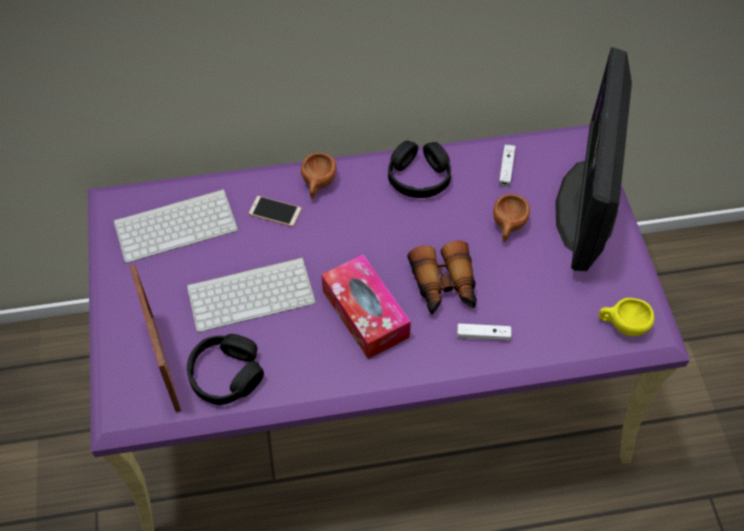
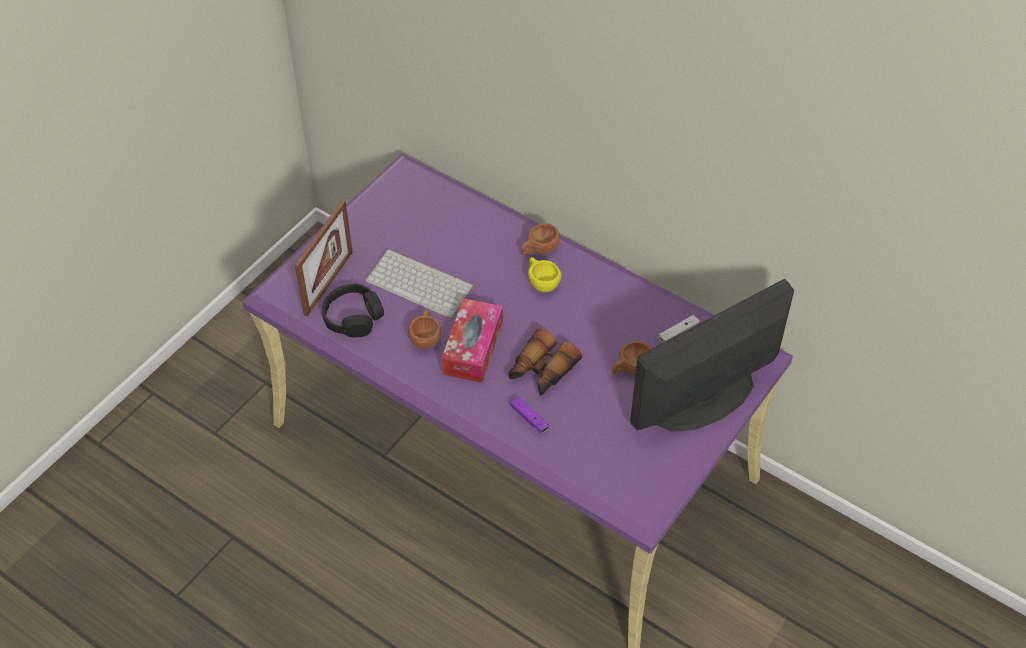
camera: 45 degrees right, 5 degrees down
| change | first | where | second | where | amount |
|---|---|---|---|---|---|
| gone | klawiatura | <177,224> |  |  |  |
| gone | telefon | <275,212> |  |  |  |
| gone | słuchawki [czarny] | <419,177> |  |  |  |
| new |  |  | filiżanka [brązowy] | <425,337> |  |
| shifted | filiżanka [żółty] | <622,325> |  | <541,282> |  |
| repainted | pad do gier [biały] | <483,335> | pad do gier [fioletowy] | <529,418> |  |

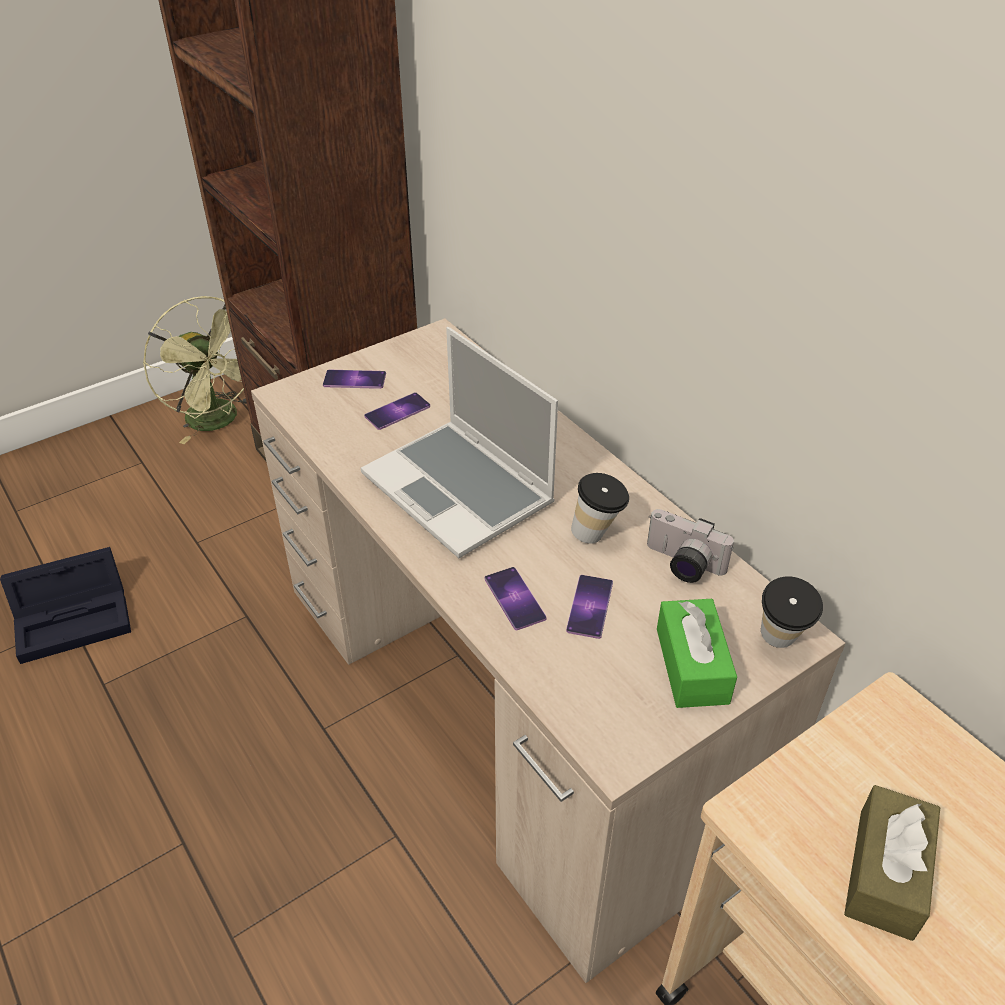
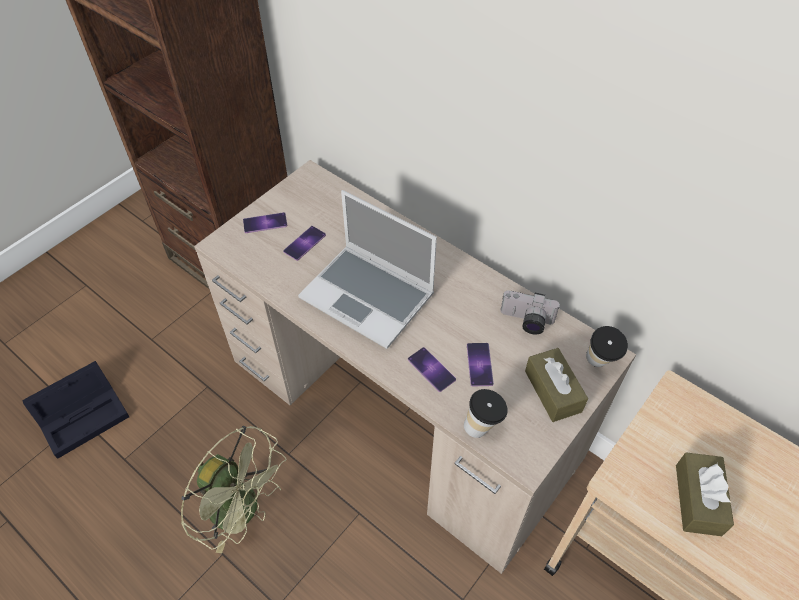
camera: 15 degrees left, 10 degrees up
| change | first | where | second | where | amount |
|---|---|---|---|---|---|
| shifted | wentylator [zielony] | <220,421> |  | <244,510> |  |
| shifted | filiżanka | <597,535> |  | <482,427> |  |
| repainted | pudełko chusteczek [zielony] | <692,665> | pudełko chusteczek [brązowy] | <553,391> |  |

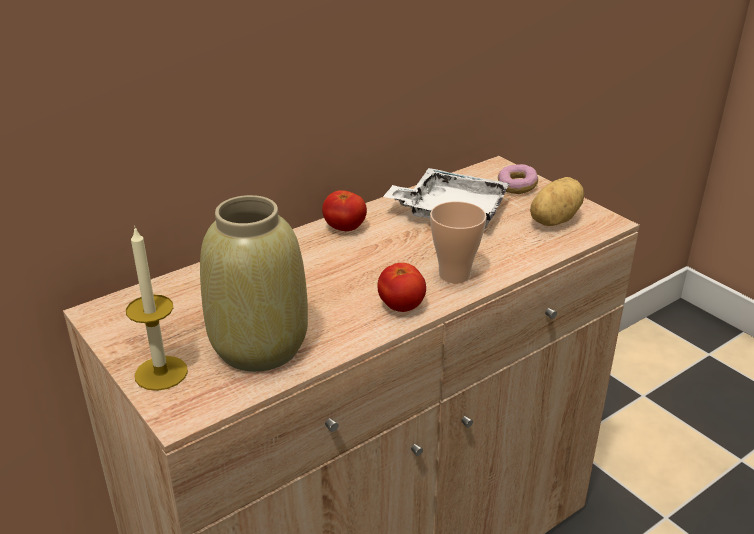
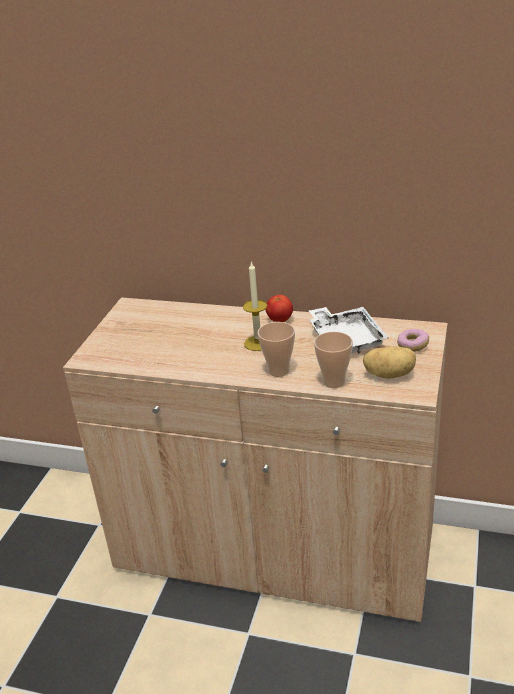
camera: 55 degrees right, 0 degrees up
| change | first | where | second | where | amount |
|---|---|---|---|---|---|
| gone | wazon [beżowy] | <258,347> |  |  |  |
| gone | pomidor | <401,306> |  |  |  |
| new |  |  | filiżanka | <334,382> |  |
| shifted | świeca | <161,373> |  | <258,343> |  |

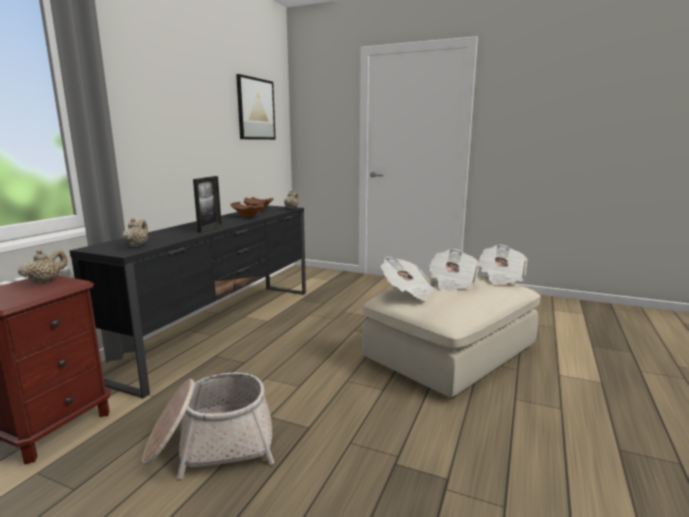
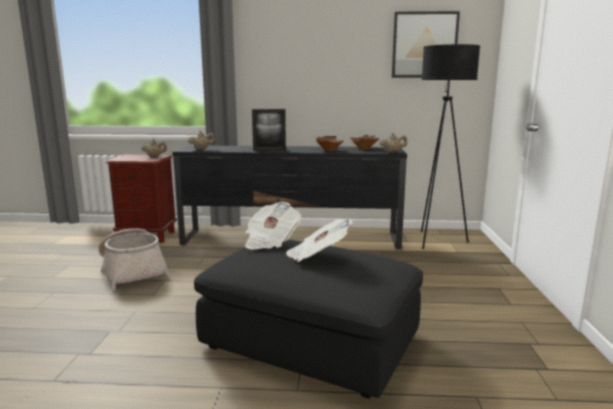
camera: 70 degrees right, 0 degrees up
| change | first | where | second | where | amount |
|---|---|---|---|---|---|
| gone | gazeta | <501,277> |  |  |  |
| new |  |  | lampa stojąca [czarny] | <436,241> |  |
| repainted | pufa [beżowy] | <450,353> | pufa [czarny] | <312,340> |  |

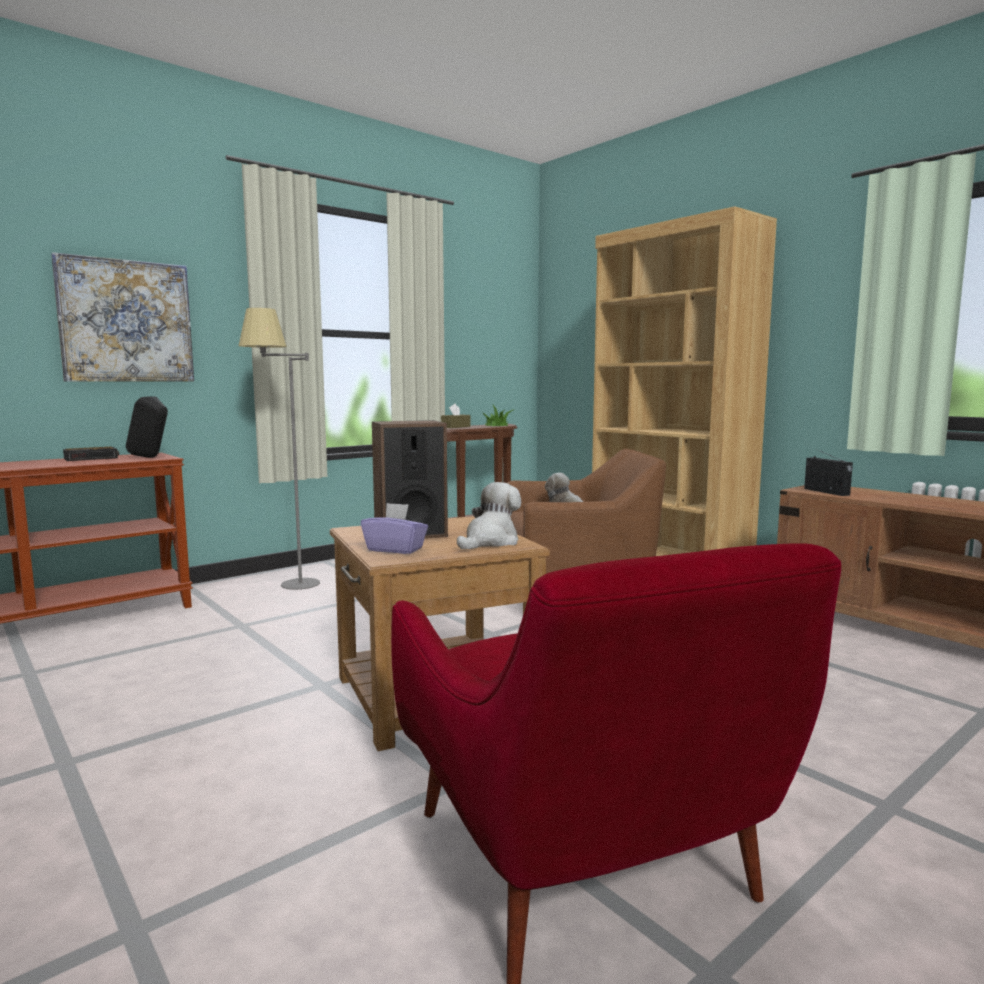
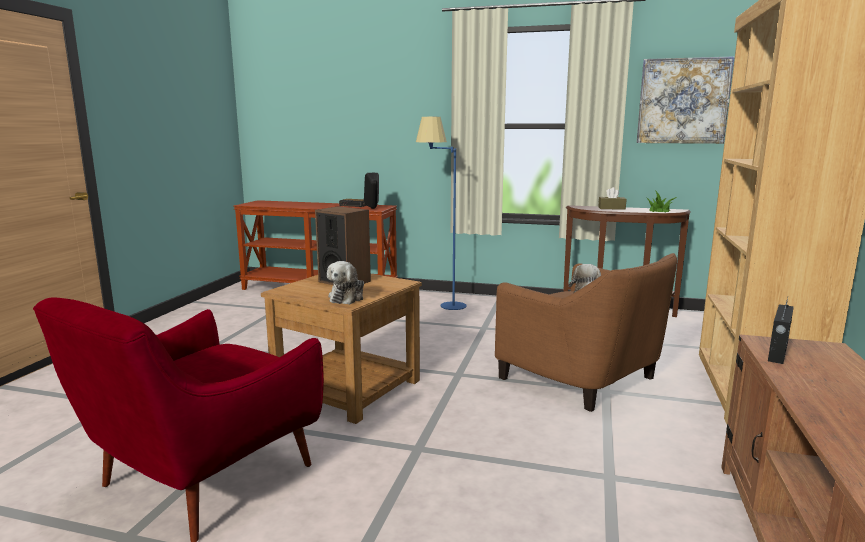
camera: 55 degrees right, 5 degrees up
| change | first | where | second | where | amount |
|---|---|---|---|---|---|
| gone | pudełko chusteczek [fioletowy] | <395,549> |  |  |  |
| shifted | obraz | <126,321> |  | <683,101> |  |
| repainted | lampa stojąca [szary] | <288,588> | lampa stojąca [niebieski] | <441,306> |  |
| rotated | pluszak | <490,542> |  | <347,297> | 105 degrees clockwise |

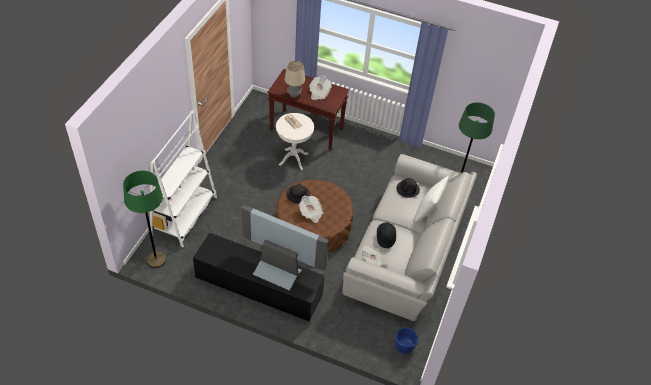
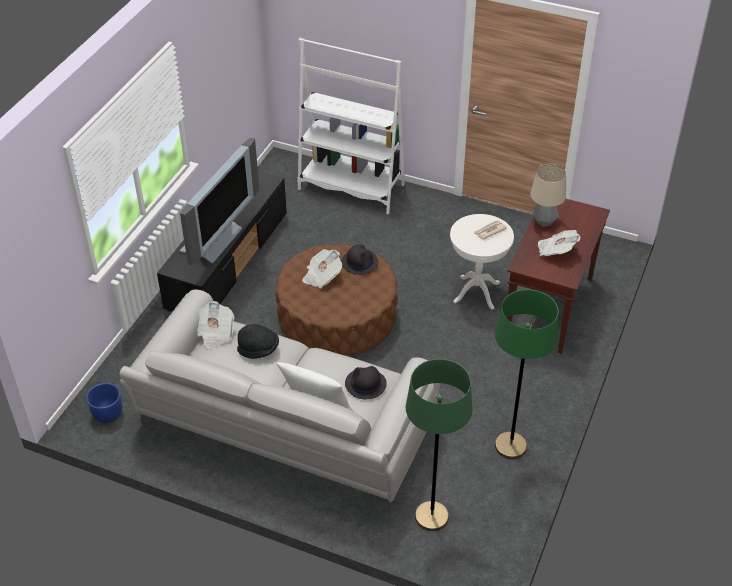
camera: 95 degrees right, 5 degrees down
| change | first | where | second | where | amount |
|---|---|---|---|---|---|
| shifted | lampa stojąca [zielony] | <156,260> |  | <510,446> |  |

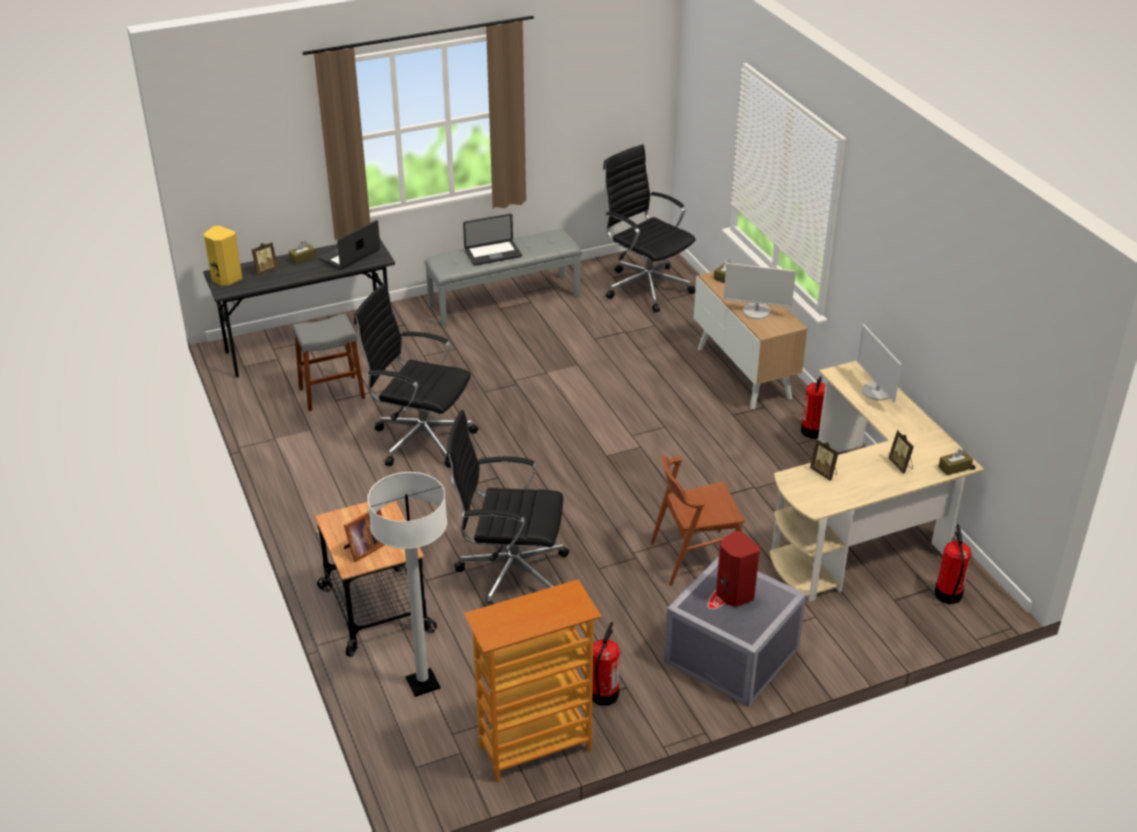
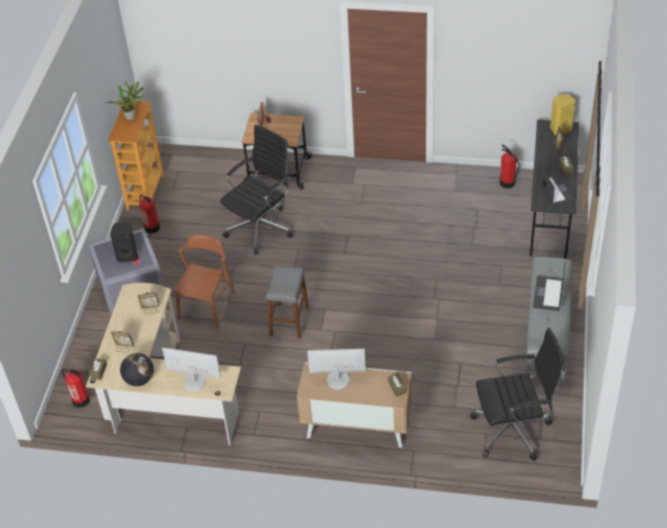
camera: 125 degrees right, 10 degrees up
| change | first | where | second | where | amount |
|---|---|---|---|---|---|
| gone | krzesło biurowe [czarny] | <420,439> |  |  |  |
| gone | lampa stojąca [biały] | <423,683> |  |  |  |
| new |  |  | roślina doniczkowa | <132,117> |  |
| new |  |  | globus | <139,379> |  |
| shifted | stołek [szary] | <331,393> |  | <289,321> |  |
| shifted | gaśnica | <812,431> |  | <507,183> |  |
| repainted | głośnik [czerwony] | <733,595> | głośnik [czarny] | <128,255> |  |
| rotated | monitor | <756,311> |  | <338,380> | 45 degrees clockwise |

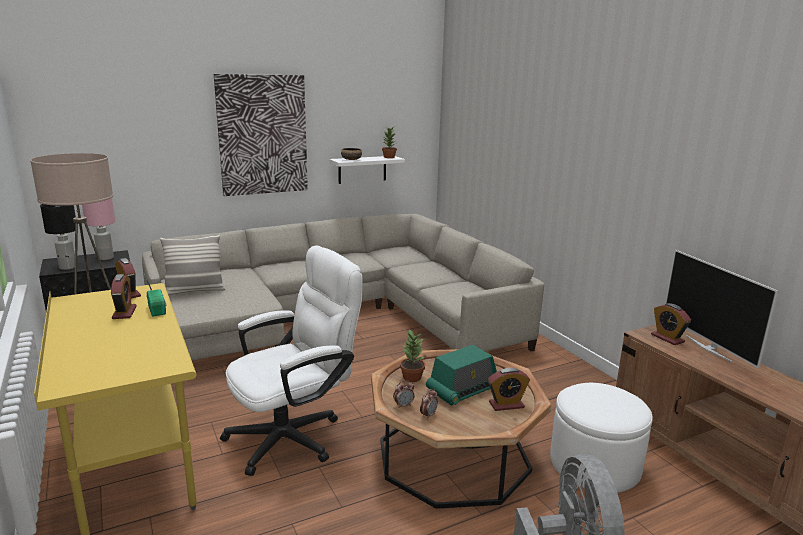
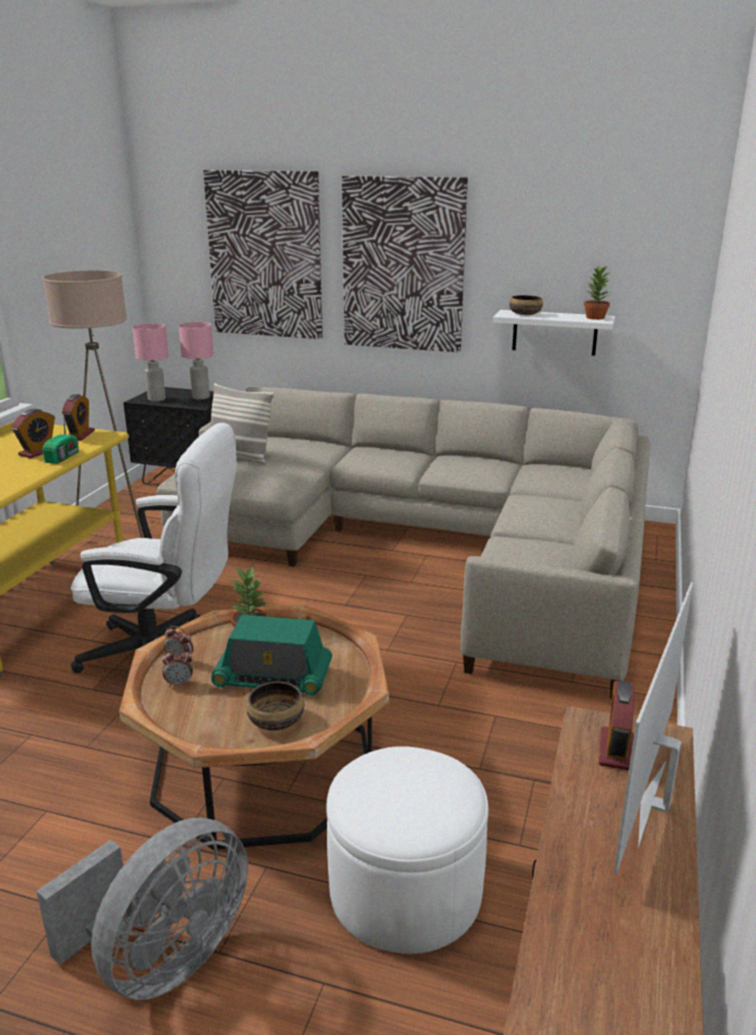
camera: 45 degrees right, 5 degrees up
| change | first | where | second | where | amount |
|---|---|---|---|---|---|
| new |  |  | obraz | <265,255> |  |
| swapped | budzik | <506,405> | miska | <277,720> |  |
| repainted | lampa stołowa [czarny] | <68,267> | lampa stołowa [różowy] | <157,399> |  |

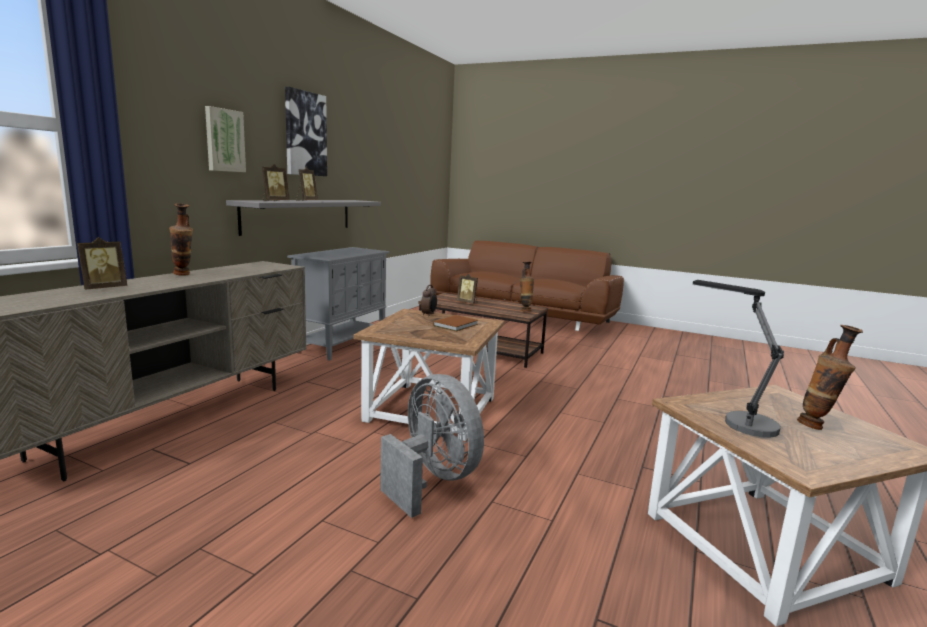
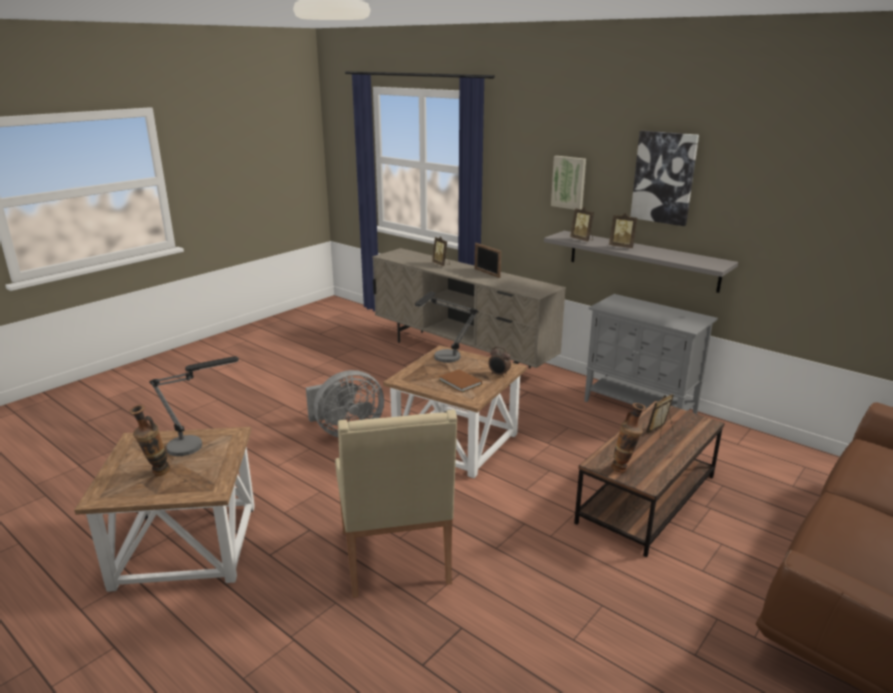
camera: 105 degrees right, 10 degrees up
| change | first | where | second | where | amount |
|---|---|---|---|---|---|
| new |  |  | fotel [beżowy] | <397,559> |  |
| new |  |  | lampa stołowa | <442,360> |  |
| swapped | wazon | <184,275> | ramka na zdjęcie | <487,273> |  |

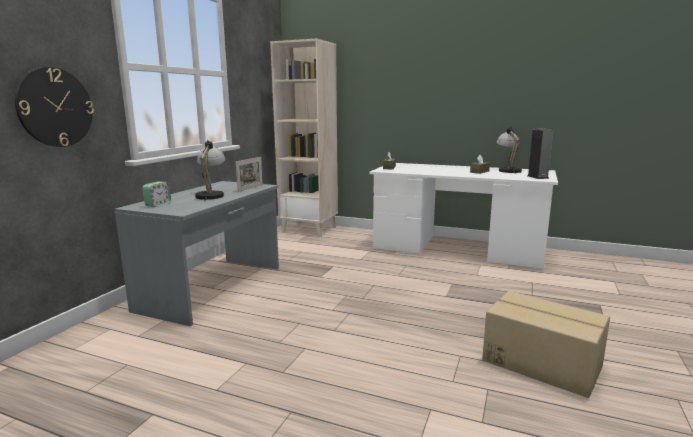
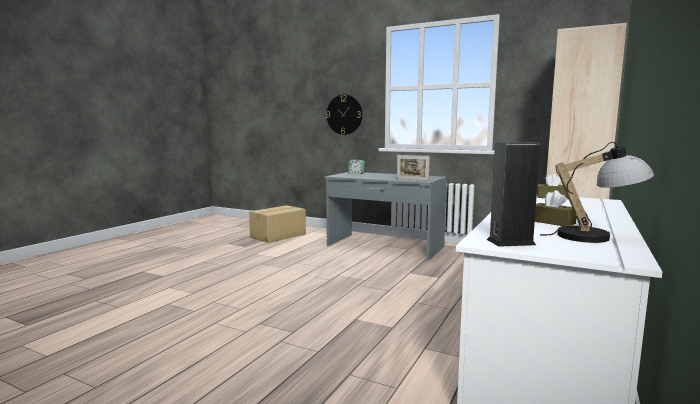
camera: 95 degrees right, 5 degrees down
| change | first | where | second | where | amount |
|---|---|---|---|---|---|
| gone | lampa stołowa | <211,195> |  |  |  |
| shifted | karton | <541,362> |  | <279,236> |  |

